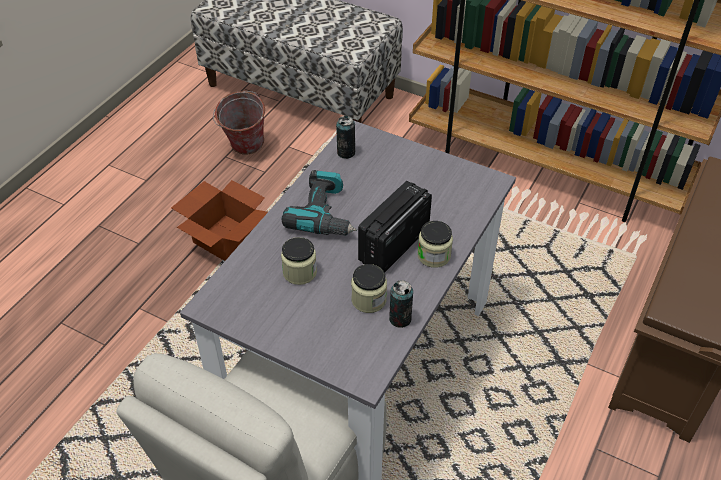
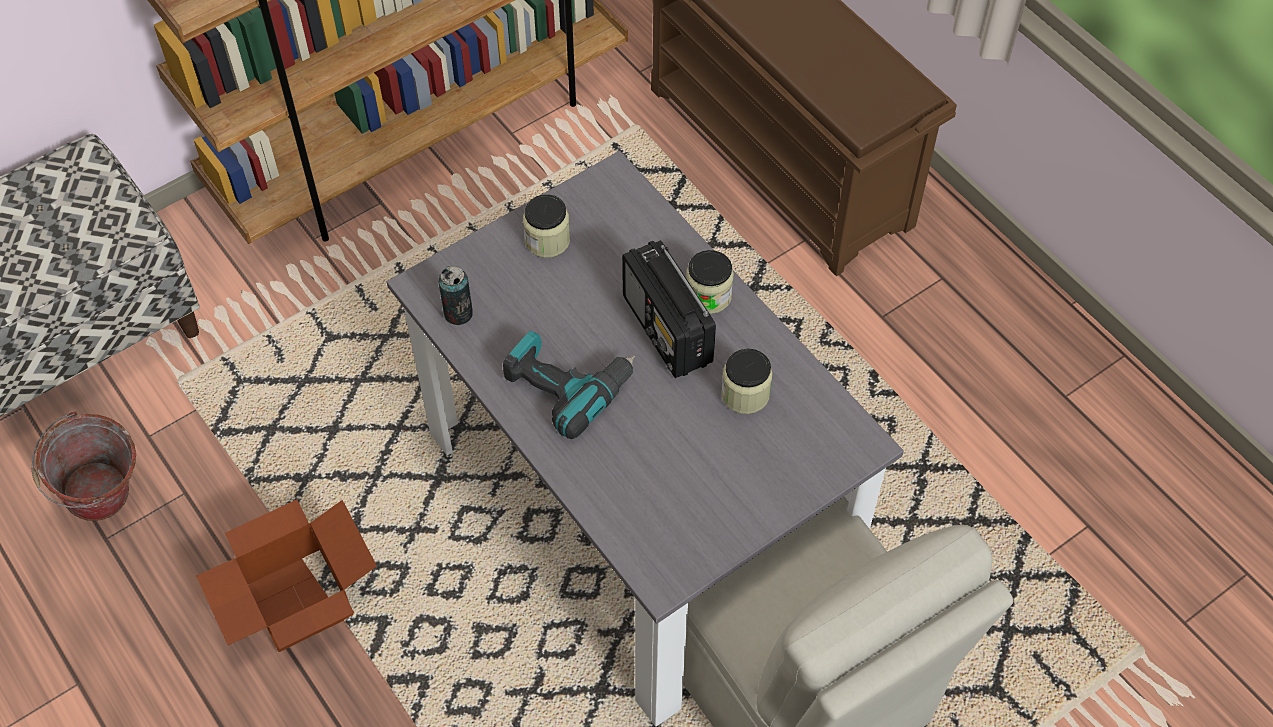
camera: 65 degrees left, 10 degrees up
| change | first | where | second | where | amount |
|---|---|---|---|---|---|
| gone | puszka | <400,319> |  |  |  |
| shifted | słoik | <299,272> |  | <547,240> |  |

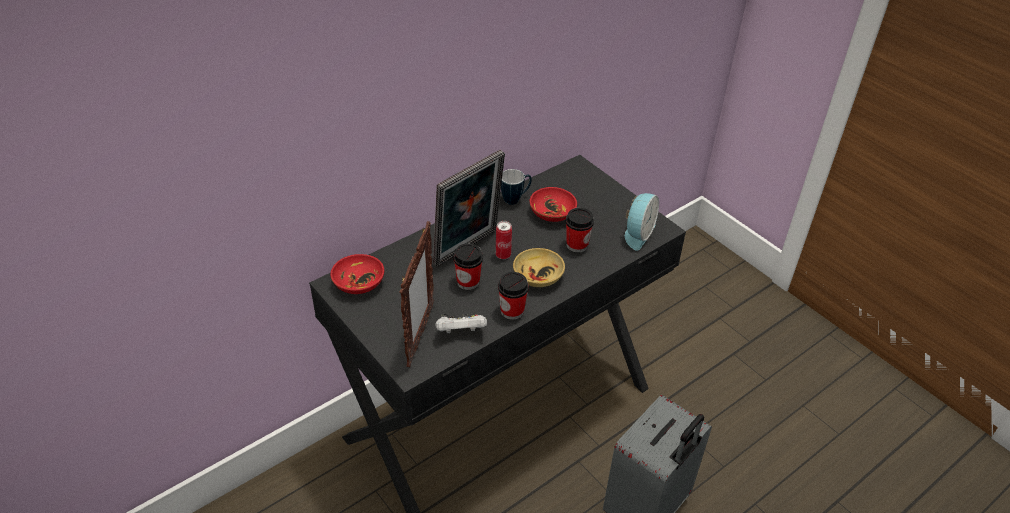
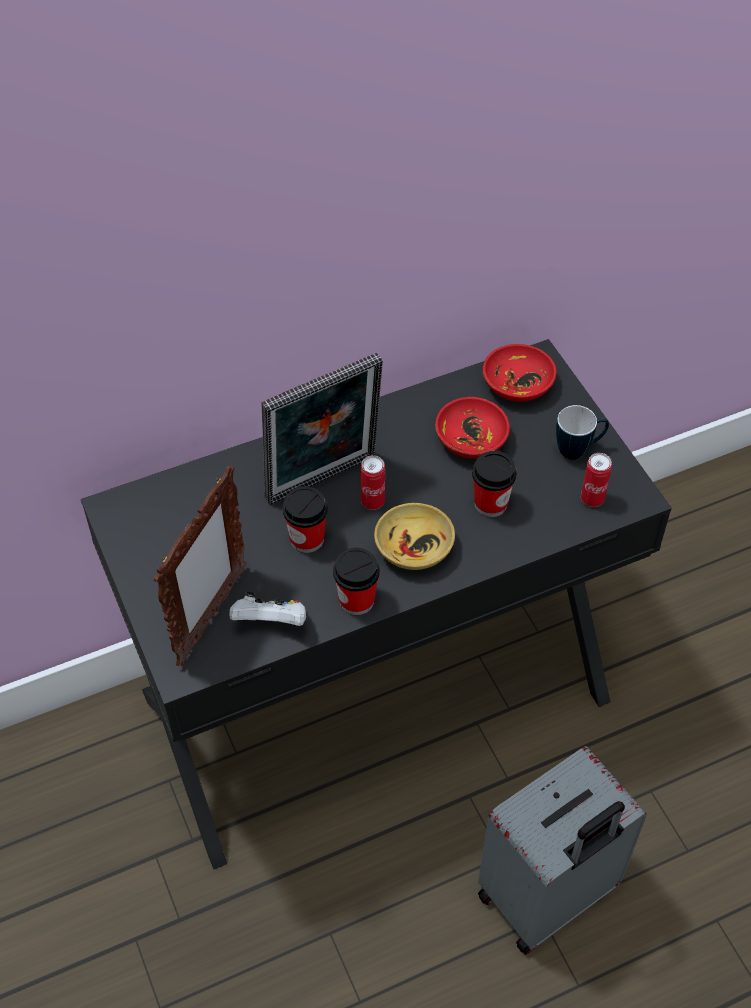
camera: 15 degrees right, 10 degrees up
| change | first | where | second | where | amount |
|---|---|---|---|---|---|
| shifted | miska [czerwony] | <358,282> |  | <517,383> |  |
| shifted | kubek | <515,199> |  | <578,450> |  |
| swapped | budzik | <637,233> | puszka | <592,499> |  |

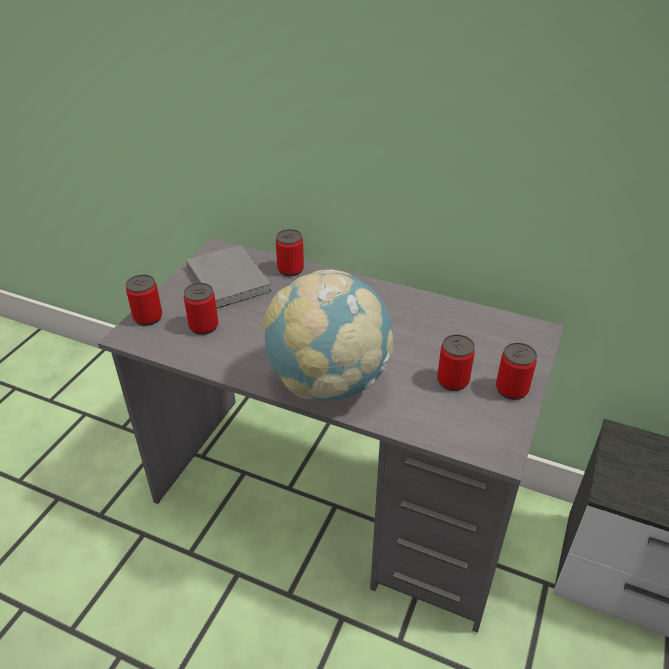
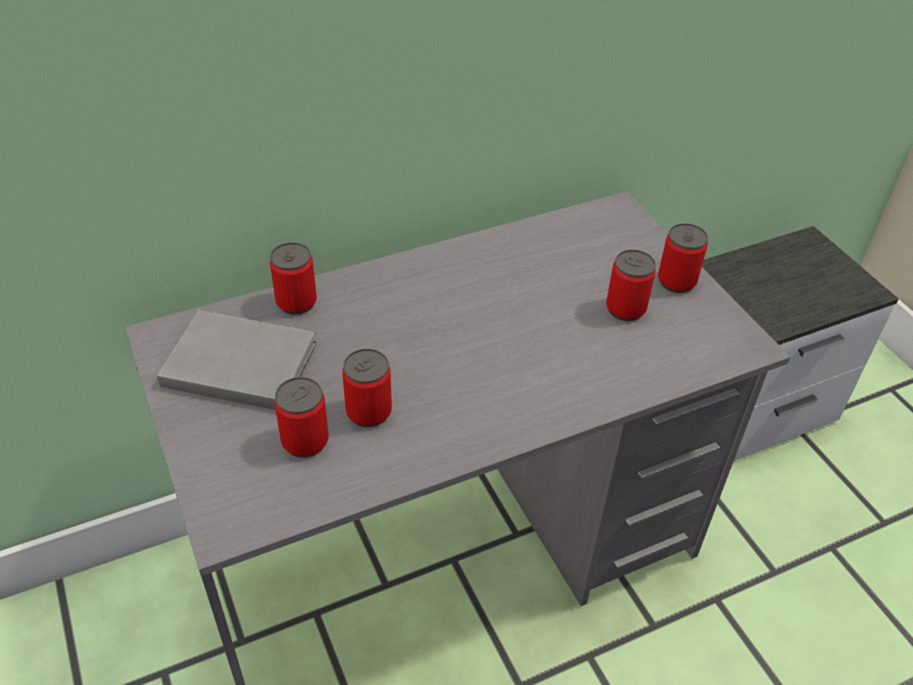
camera: 50 degrees left, 5 degrees up
| change | first | where | second | where | amount |
|---|---|---|---|---|---|
| gone | globus | <328,382> |  |  |  |
| shifted | puszka | <148,317> |  | <369,412> |  |

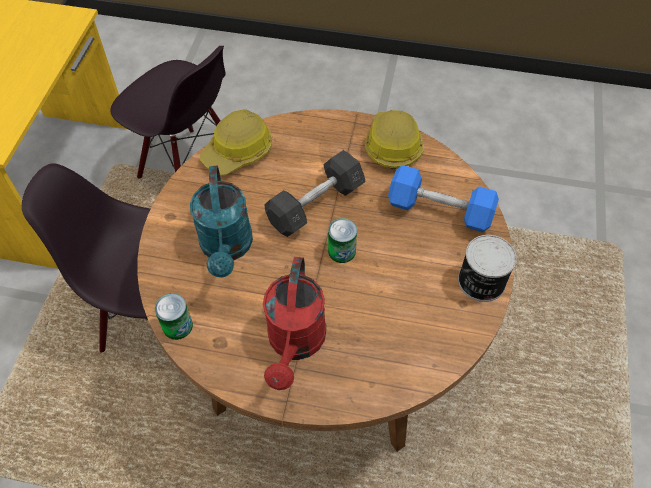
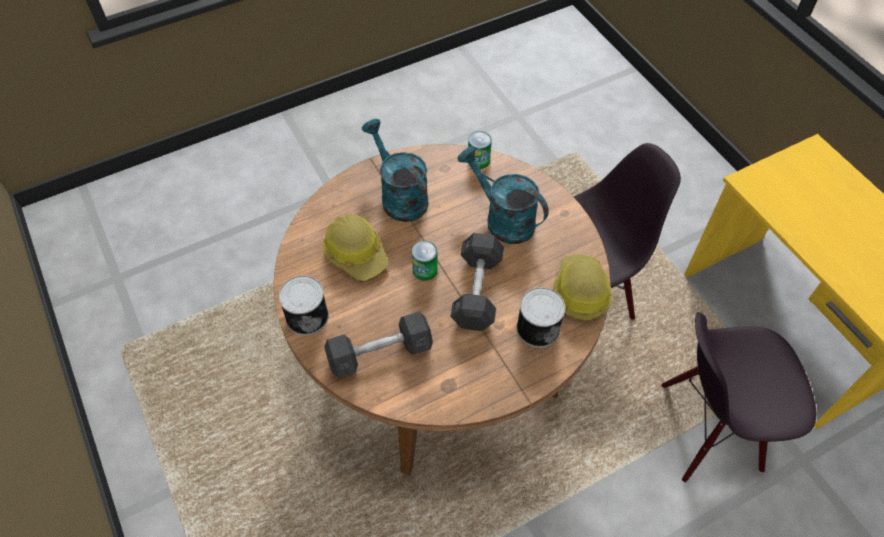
camera: 140 degrees right, 0 degrees up
| change | first | where | second | where | amount |
|---|---|---|---|---|---|
| new |  |  | puszka | <537,327> |  |
| shifted | kask | <392,145> |  | <356,253> |  |
| repainted | konewka [czerwony] | <295,344> | konewka [turkusowy] | <399,196> |  |
| repainted | hantel [niebieski] | <440,210> | hantel [szary] | <379,353> |  |

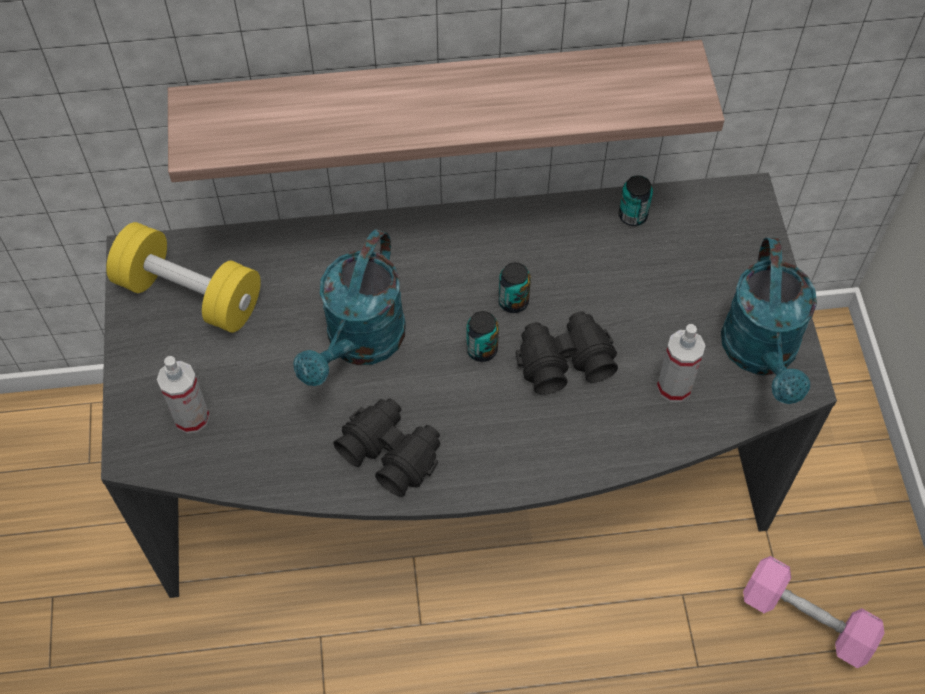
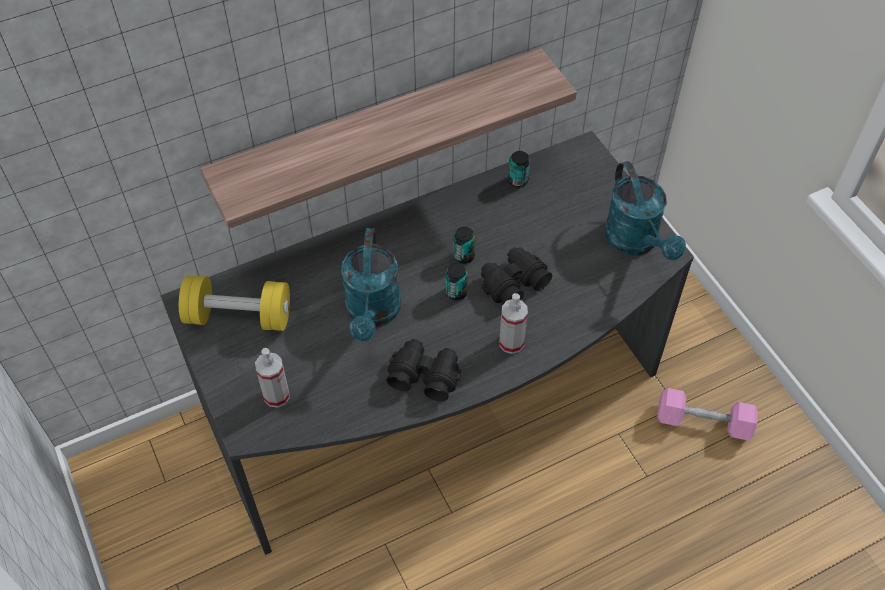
camera: 20 degrees left, 5 degrees down
| change | first | where | second | where | amount |
|---|---|---|---|---|---|
| shifted | spryskiwacz | <674,387> |  | <511,343> |  |

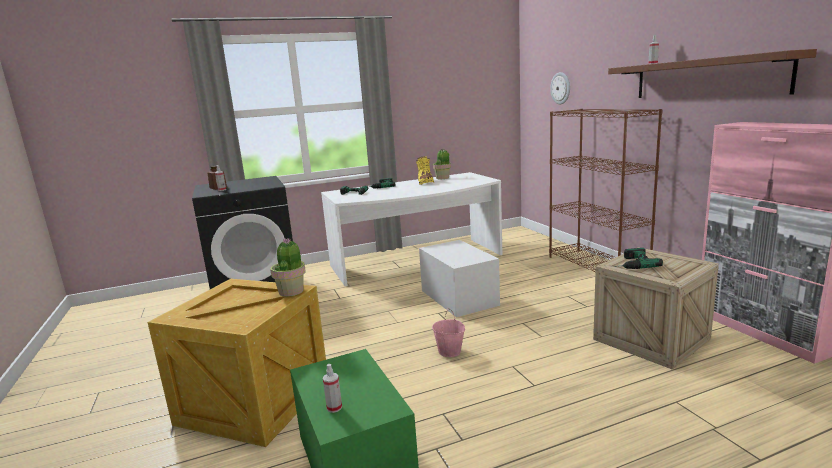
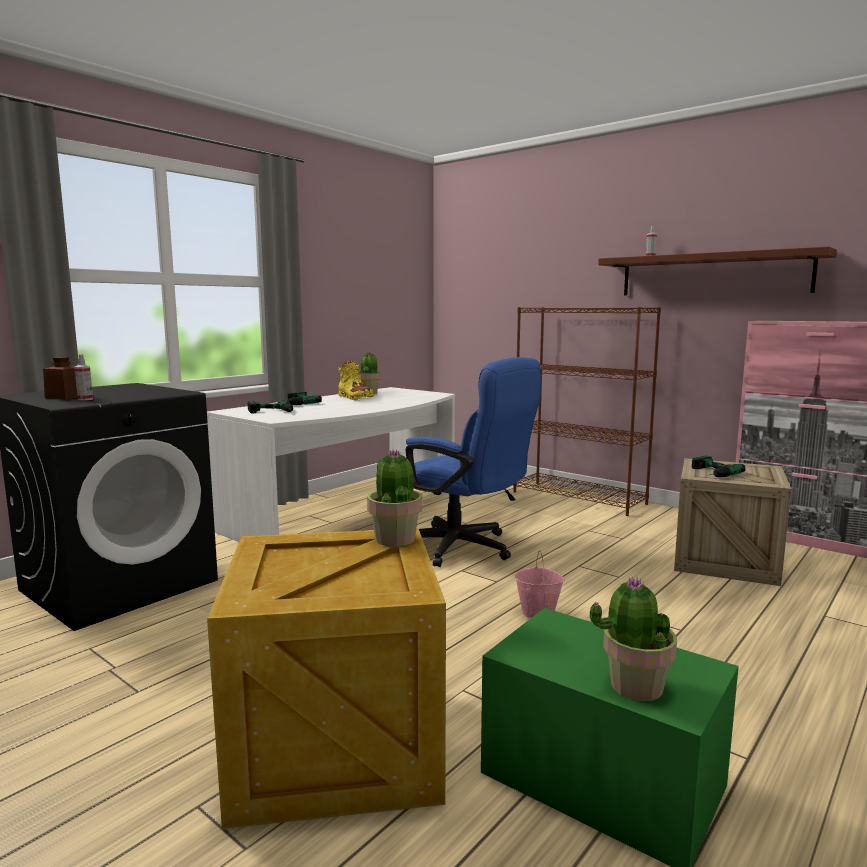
camera: 30 degrees left, 5 degrees down
| change | first | where | second | where | amount |
|---|---|---|---|---|---|
| gone | zegar ścienny | <561,88> |  |  |  |
| swapped | spryskiwacz | <334,408> | roślina doniczkowa | <635,686> |  |
| swapped | pojemnik do przechowywania [biały] | <459,297> | krzesło biurowe [niebieski] | <465,549> |  |

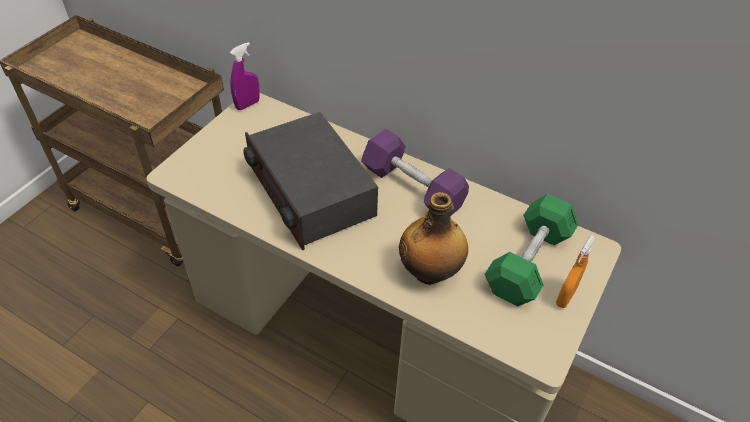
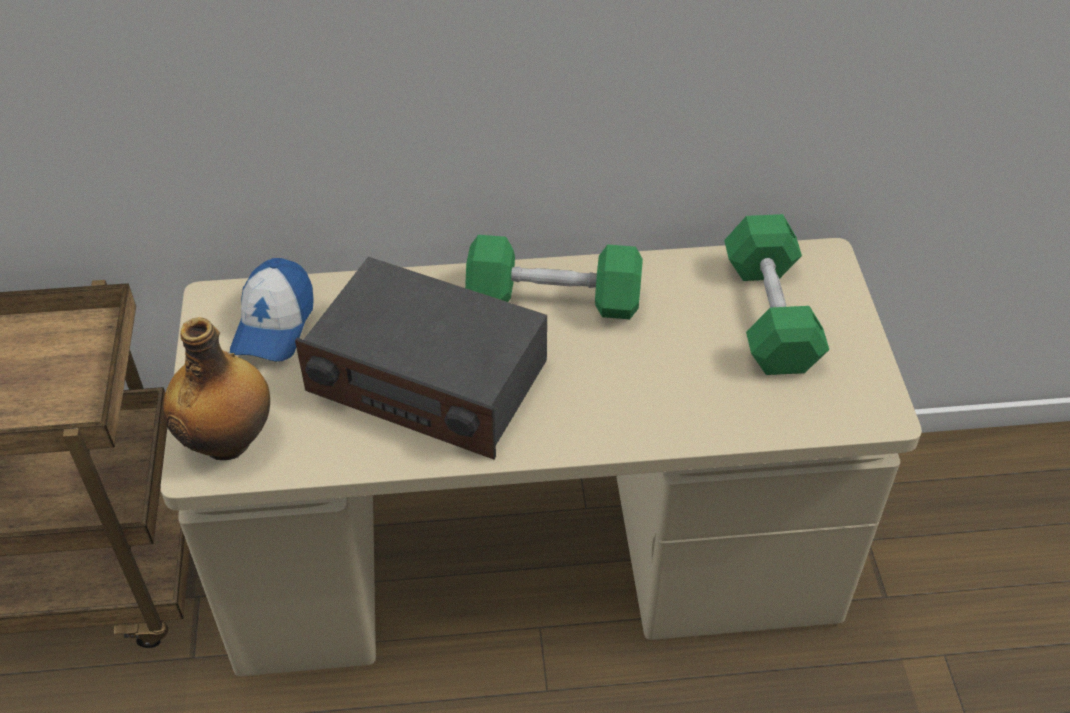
camera: 35 degrees left, 0 degrees up
| change | first | where | second | where | amount |
|---|---|---|---|---|---|
| gone | spryskiwacz [fioletowy] | <247,104> |  |  |  |
| gone | spryskiwacz [pomarańczowy] | <565,297> |  |  |  |
| new |  |  | czapka z daszkiem | <274,324> |  |
| shifted | butelka | <430,272> |  | <229,440> |  |
| repainted | hantel [fioletowy] | <412,187> | hantel [zielony] | <554,299> |  |

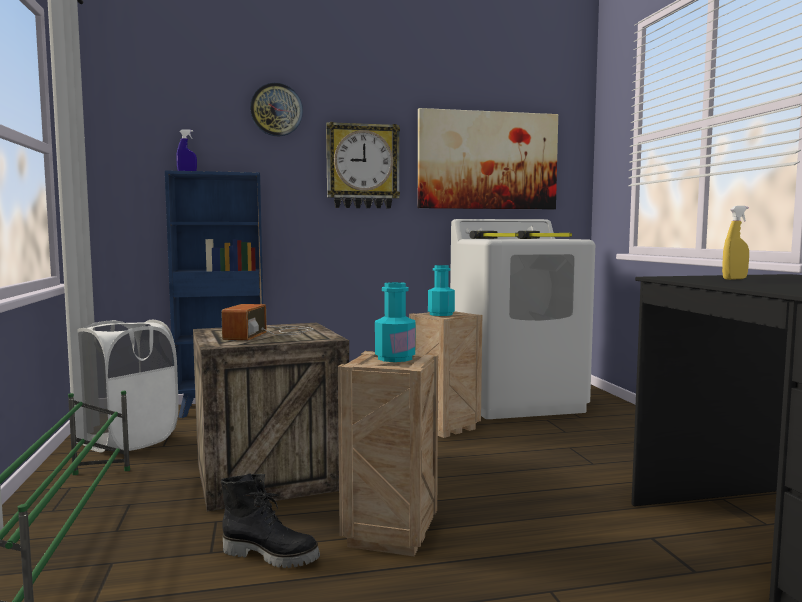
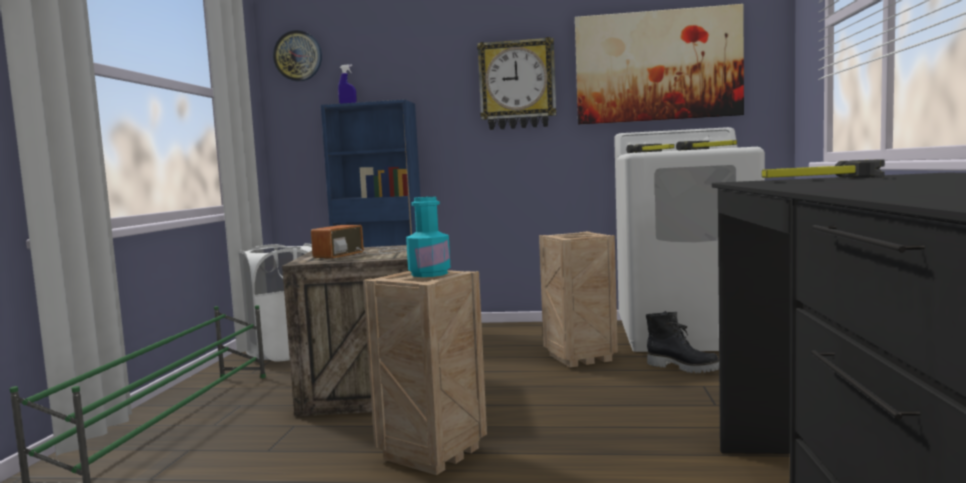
camera: 20 degrees right, 0 degrees up
| change | first | where | second | where | amount |
|---|---|---|---|---|---|
| gone | butelka [turkusowy] | <441,314> |  |  |  |
| shifted | but z cholewką [czarny] | <271,555> |  | <683,367> |  |
| shifted | zegar ścienny | <276,110> |  | <298,56> |  |
| swapped | spryskiwacz [żółty] | <734,279> | młotek | <820,179> |  |

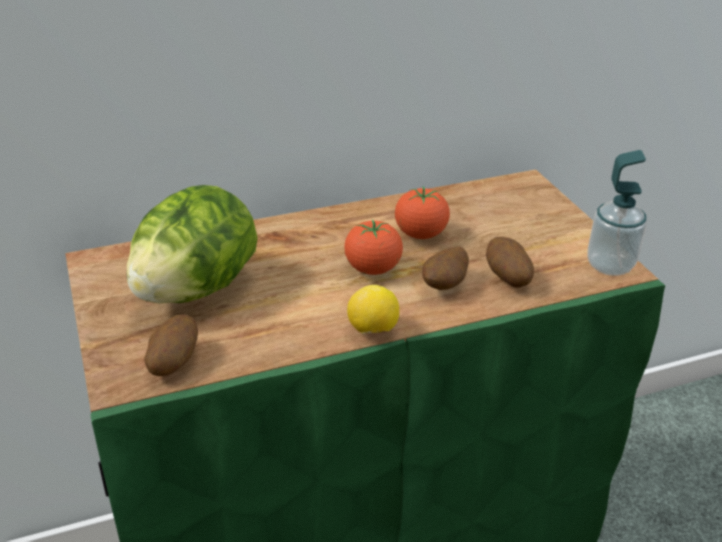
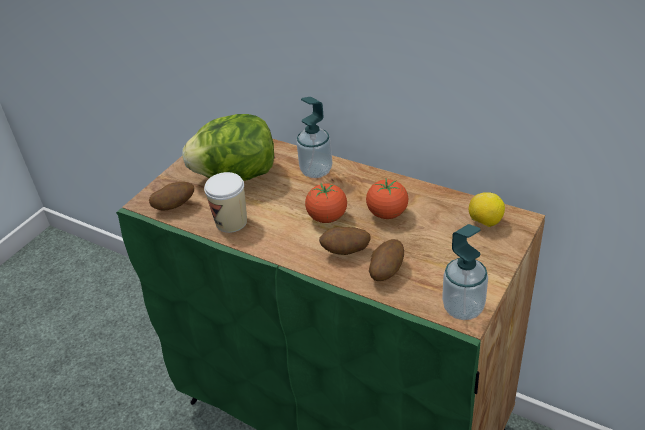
camera: 55 degrees right, 5 degrees up
| change | first | where | second | where | amount |
|---|---|---|---|---|---|
| new |  |  | filiżanka | <231,222> |  |
| new |  |  | dozownik mydła | <316,171> |  |
| shifted | cytryna | <372,330> |  | <485,222> |  |

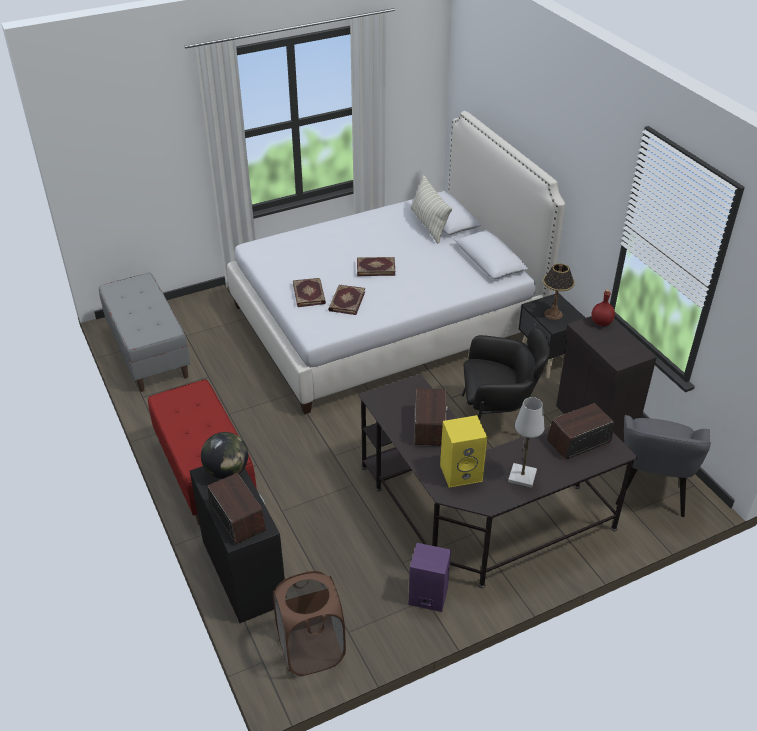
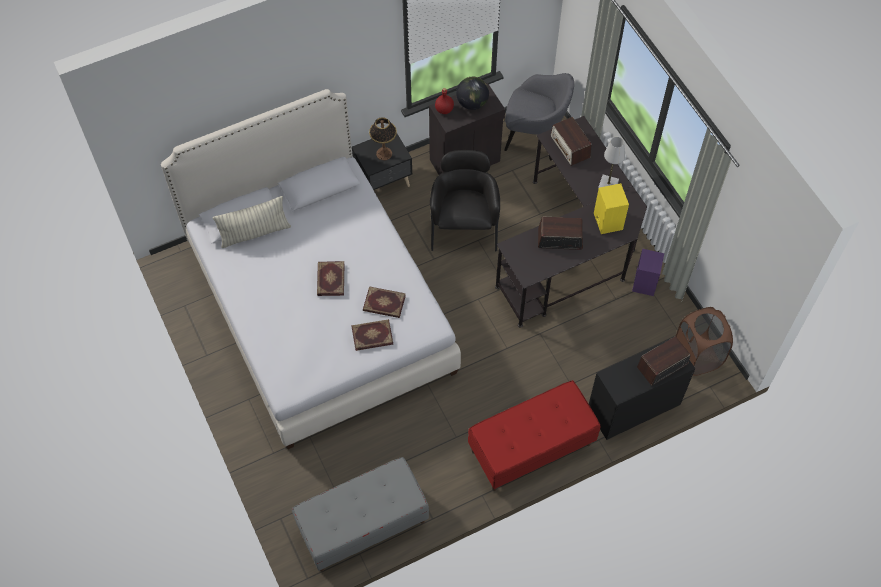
camera: 90 degrees left, 20 degrees up
| change | first | where | second | where | amount |
|---|---|---|---|---|---|
| shifted | globus | <227,471> |  | <472,103> |  |

